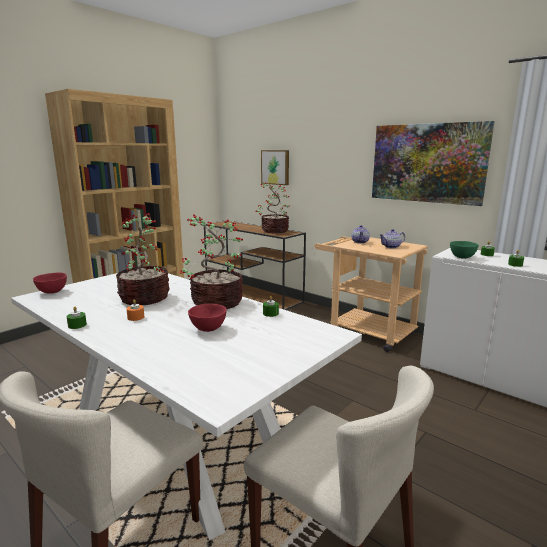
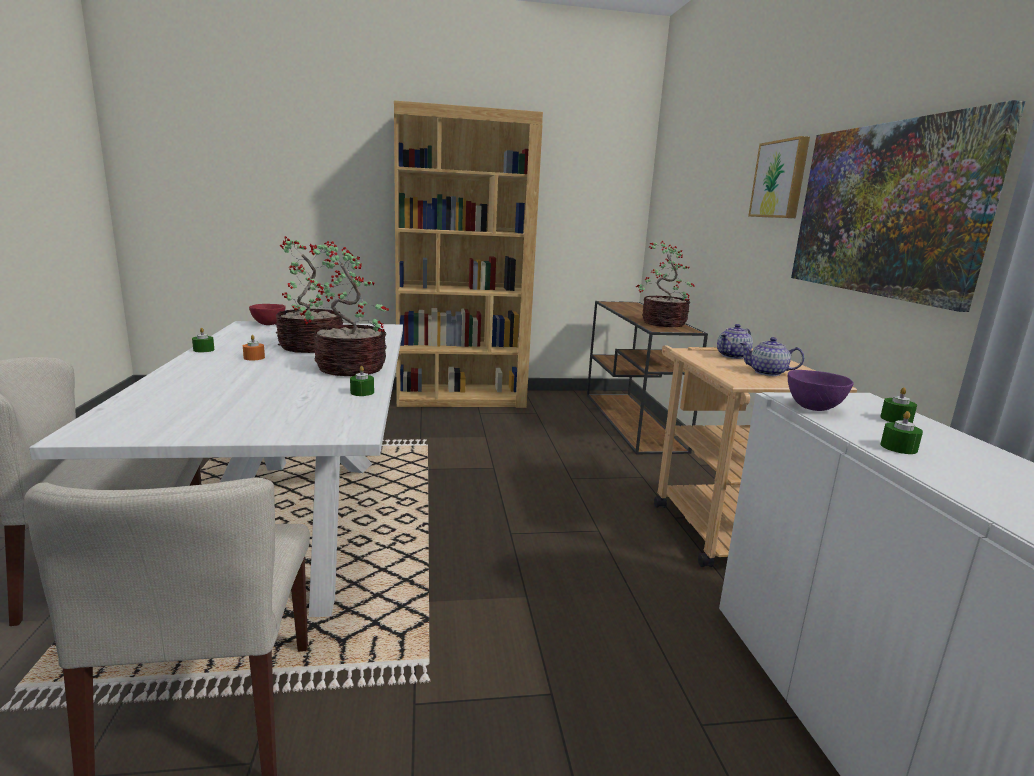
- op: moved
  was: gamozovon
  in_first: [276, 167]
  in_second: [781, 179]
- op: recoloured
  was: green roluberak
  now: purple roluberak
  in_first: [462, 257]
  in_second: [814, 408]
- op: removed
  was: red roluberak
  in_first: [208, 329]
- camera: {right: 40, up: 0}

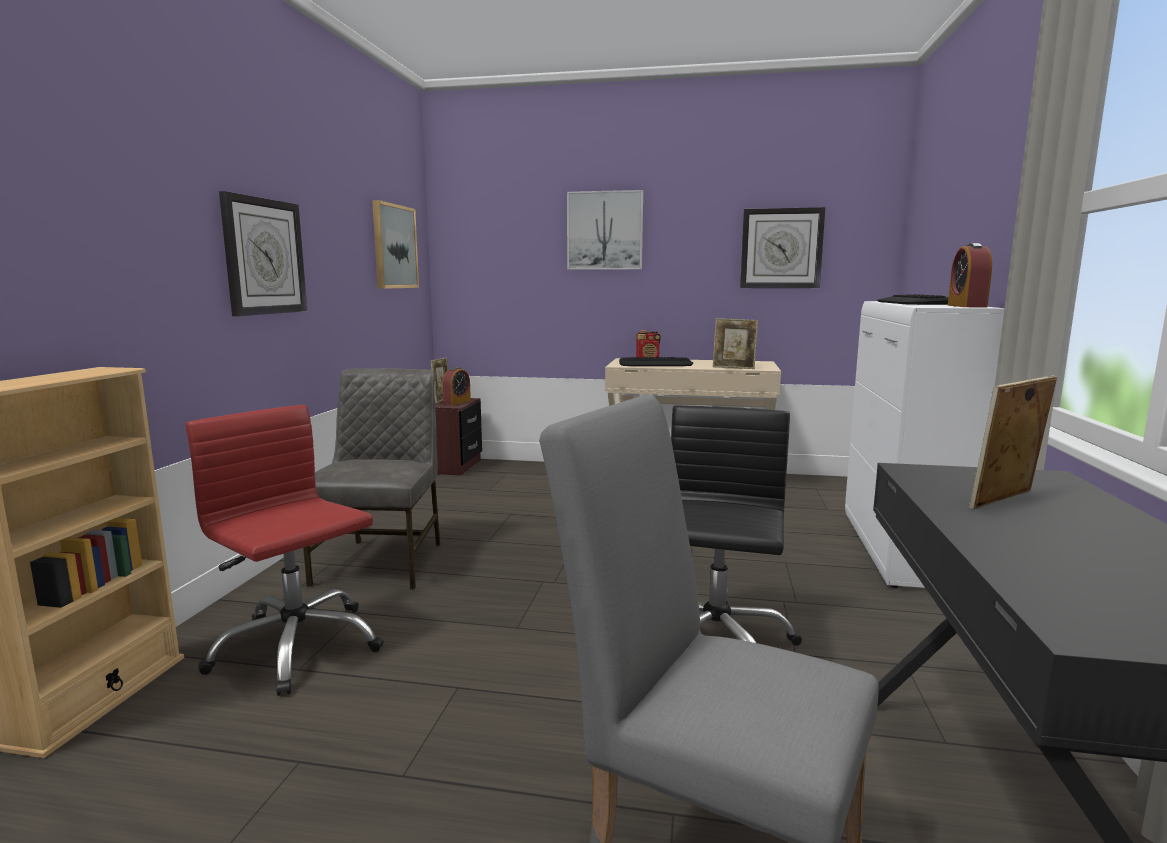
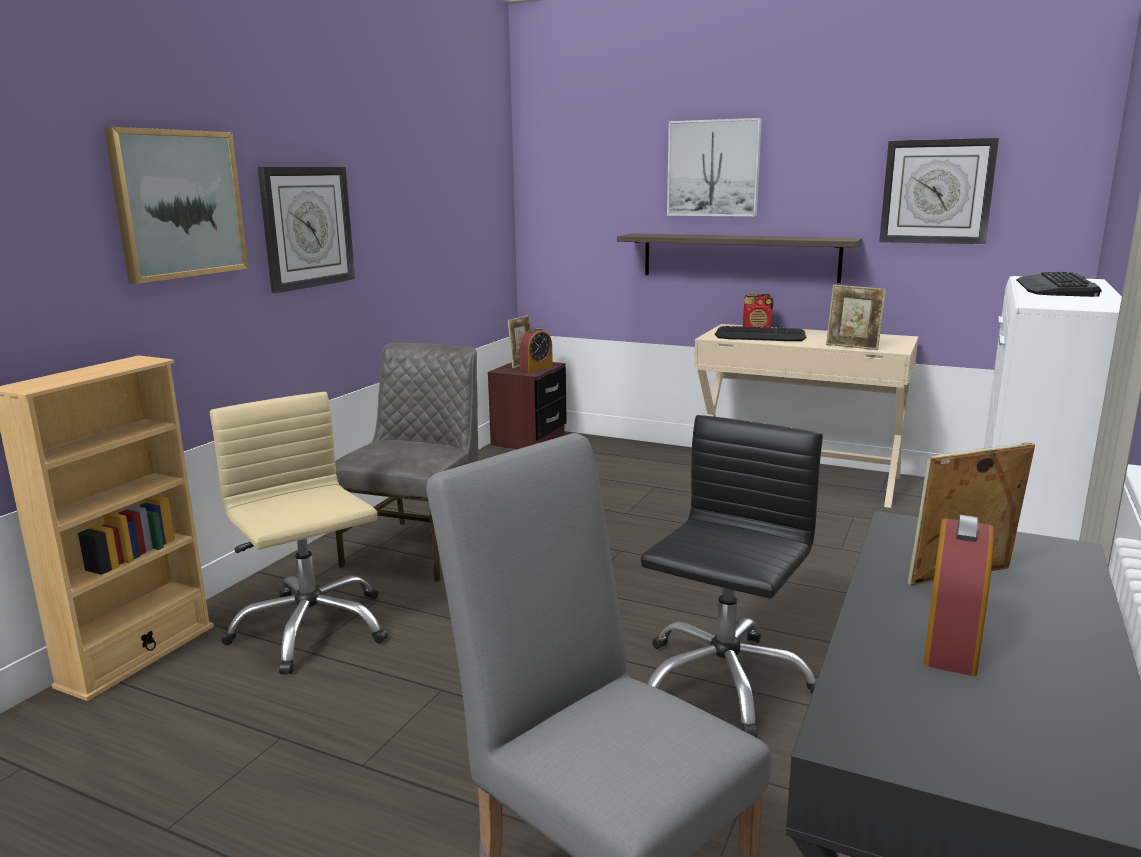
- op: moved
  was: gamozovon
  in_first: [394, 247]
  in_second: [178, 204]
- op: recoloured
  was: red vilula
  now: beige vilula
  in_first: [296, 647]
  in_second: [310, 629]
- op: added
  now: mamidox
  in_second: [739, 257]
- op: moved
  was: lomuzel
  in_first: [966, 306]
  in_second: [951, 643]
- camera: {right: 15, up: 5}

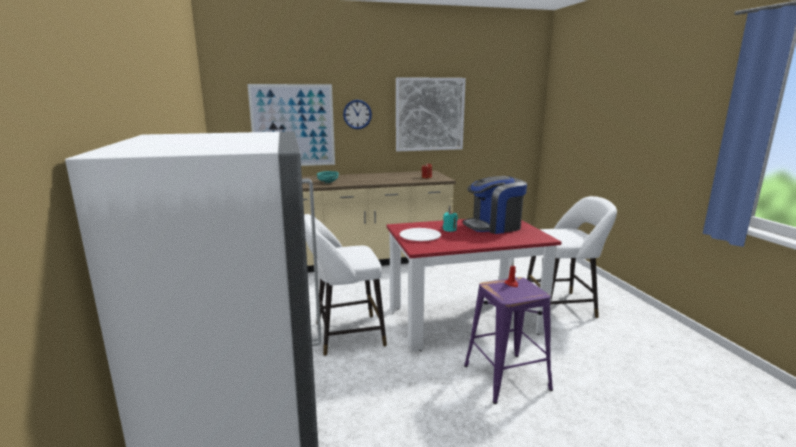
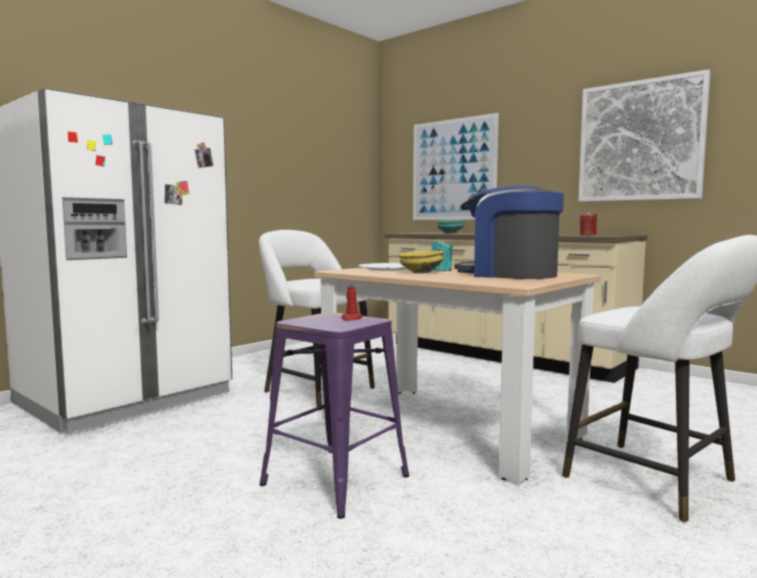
- op: recoloured
  was: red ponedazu
  now: beige ponedazu
  in_first: [464, 320]
  in_second: [449, 427]
- op: added
  now: yellow roluberak
  in_second: [420, 273]
- op: removed
  was: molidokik
  in_first: [357, 114]
- camera: {right: 55, up: -10}

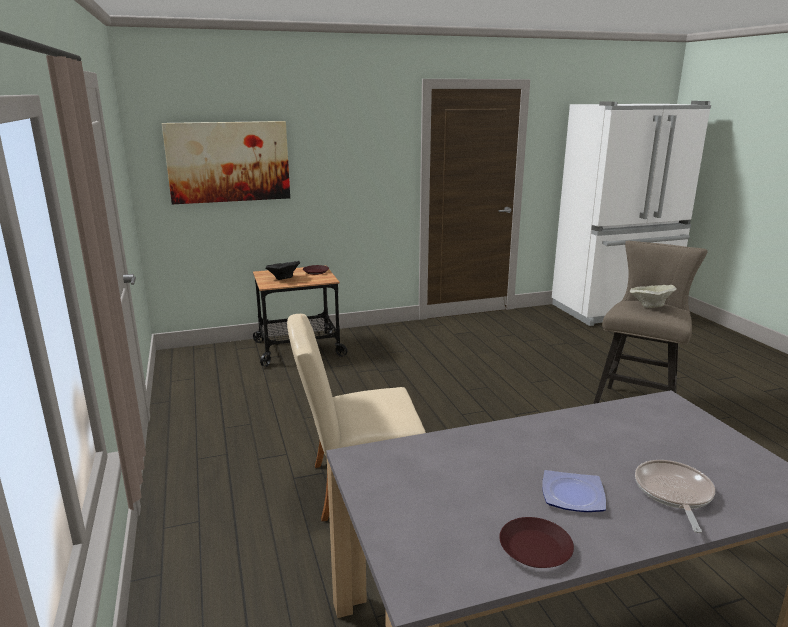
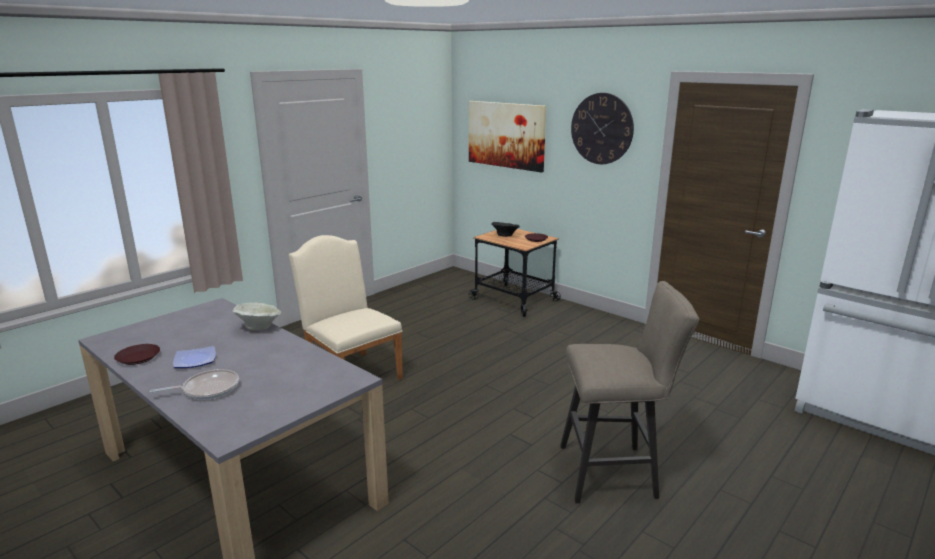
- op: moved
  was: beige roluberak
  in_first: [650, 306]
  in_second: [259, 327]
- op: added
  now: molidokik
  in_second: [601, 129]
- camera: {right: 60, up: 0}

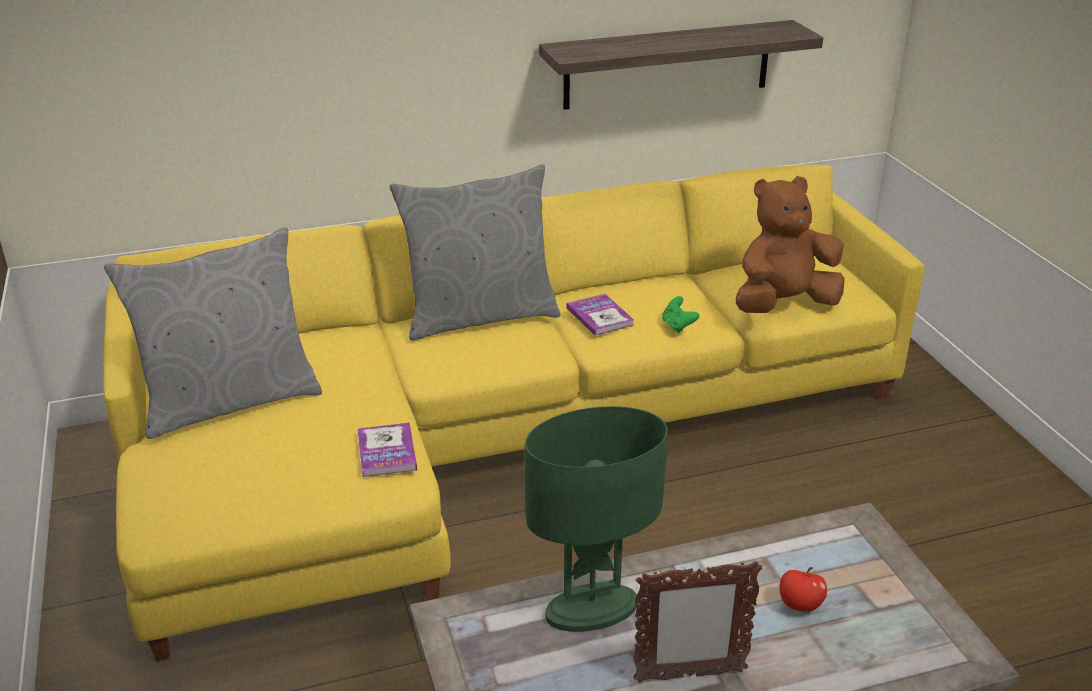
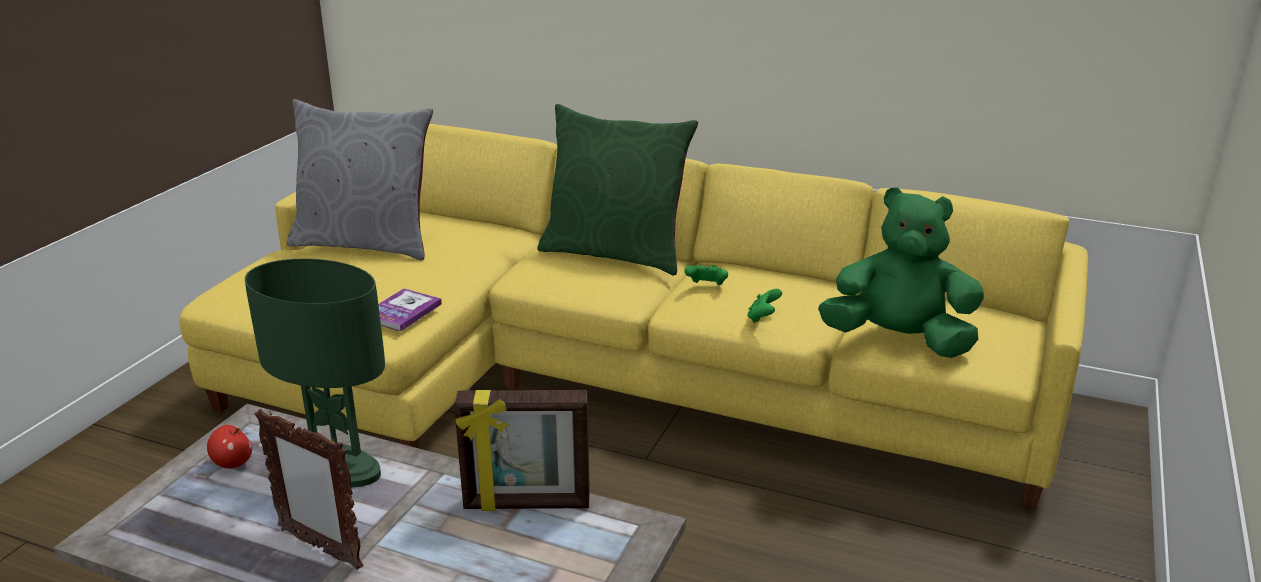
- op: moved
  was: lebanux
  in_first: [799, 605]
  in_second: [233, 463]
- op: added
  now: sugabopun
  in_second: [527, 504]
- op: recoloured
  was: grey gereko
  now: green gereko
  in_first: [479, 316]
  in_second: [615, 253]
- op: replaced
  was: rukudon
  now: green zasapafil
  in_first: [600, 316]
  in_second: [706, 286]
- op: recoloured
  was: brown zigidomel
  now: green zigidomel
  in_first: [783, 305]
  in_second: [898, 340]
- op: removed
  was: mamidox
  in_first: [667, 64]
- camera: {right: 40, up: -5}

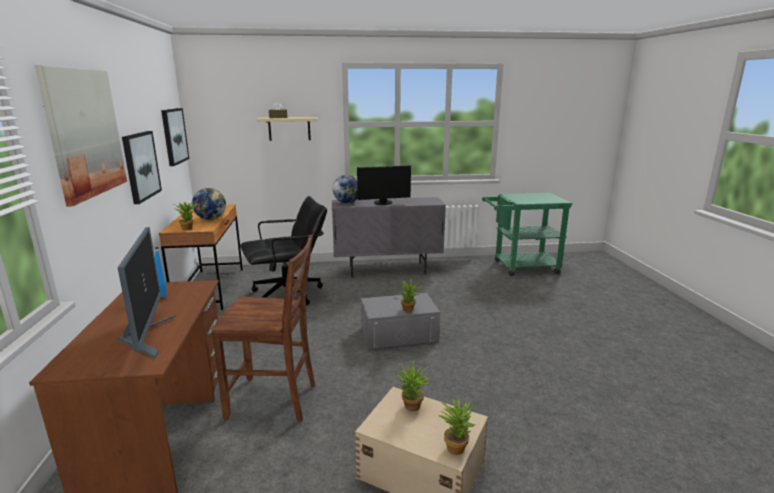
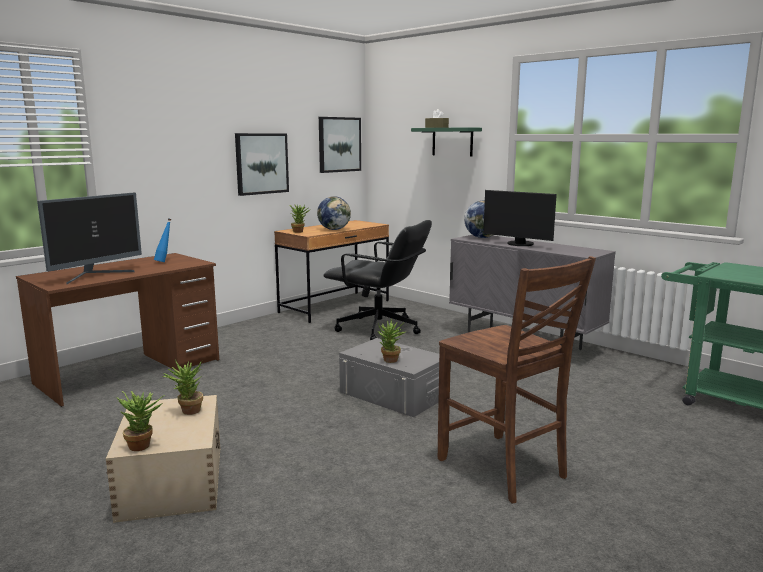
- op: recoloured
  was: beige mamidox
  now: green mamidox
  in_first: [289, 128]
  in_second: [452, 141]
- op: moved
  was: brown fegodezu
  in_first: [274, 400]
  in_second: [503, 469]
- op: removed
  was: gamozovon
  in_first: [84, 132]
- camera: {right: 50, up: -5}

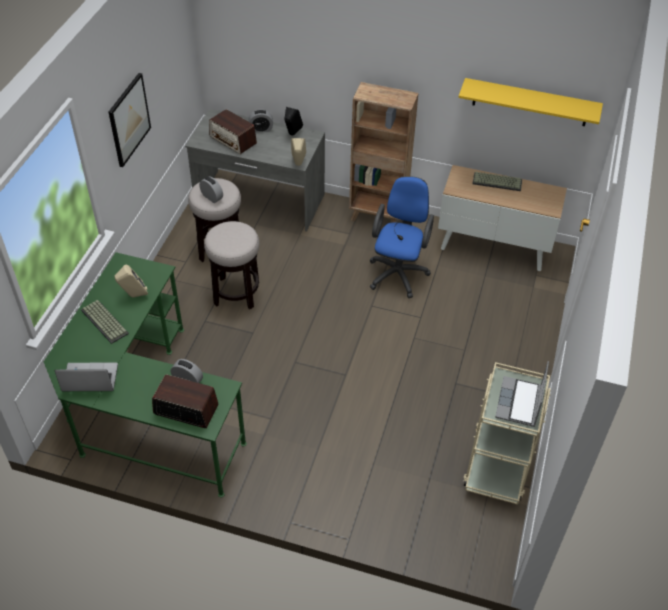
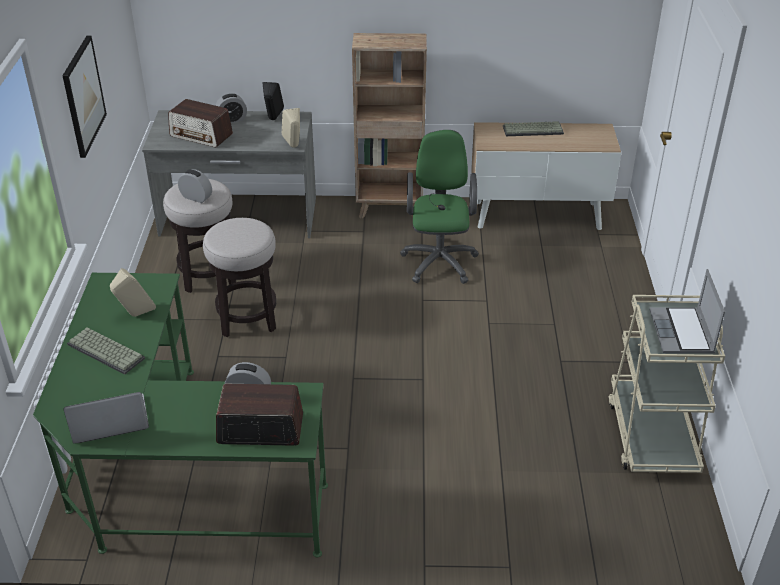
- op: recoloured
  was: blue vilula
  now: green vilula
  in_first: [398, 272]
  in_second: [439, 259]
- op: removed
  was: yellow mamidox
  in_first: [530, 102]
- camera: {right: -15, up: -10}

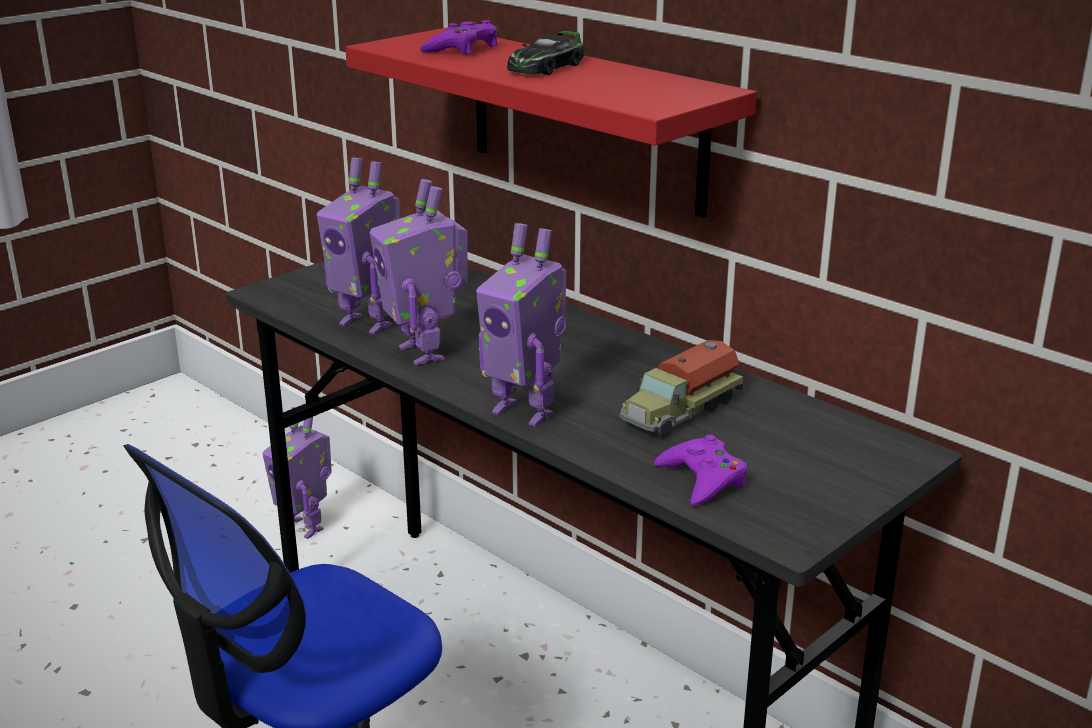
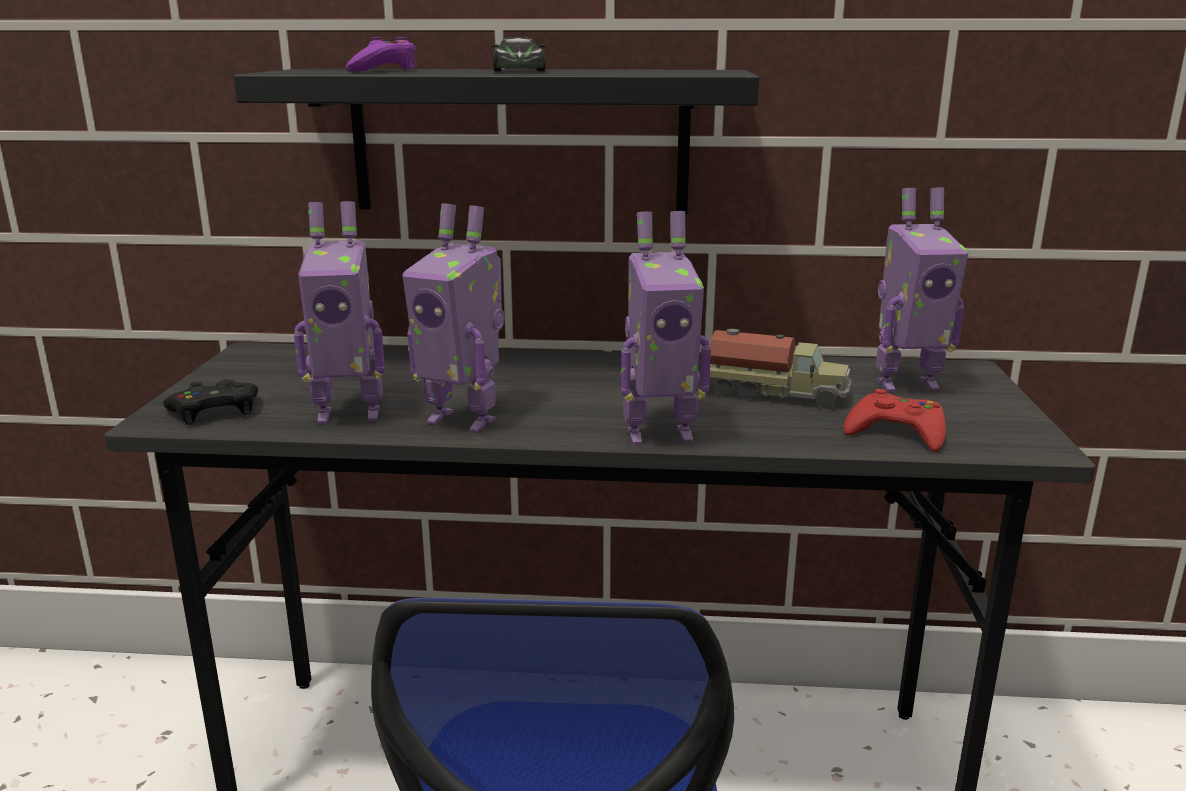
- op: added
  now: black zasapafil
  in_second: [215, 411]
- op: recoloured
  was: red mamidox
  now: black mamidox
  in_first: [585, 119]
  in_second: [520, 141]
- op: turned
  was: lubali
  in_first: [679, 412]
  in_second: [775, 394]
  clockwise: -75
- op: recoloured
  was: purple zasapafil
  now: red zasapafil
  in_first: [702, 479]
  in_second: [897, 432]
- op: moved
  was: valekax
  in_first: [305, 527]
  in_second: [905, 383]
- camera: {right: -40, up: -5}

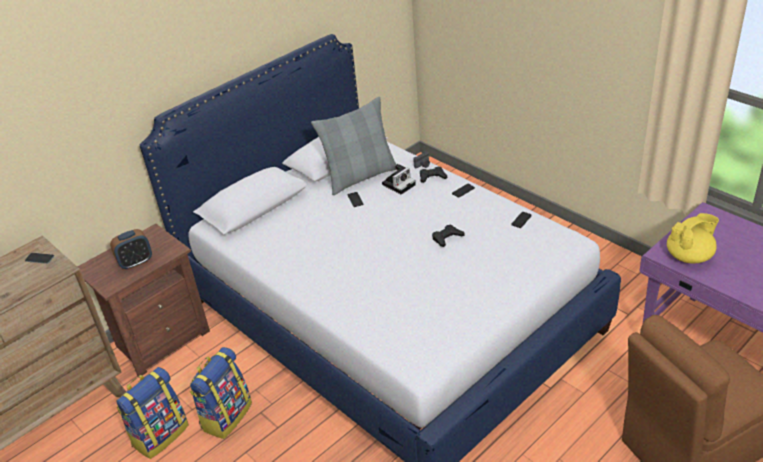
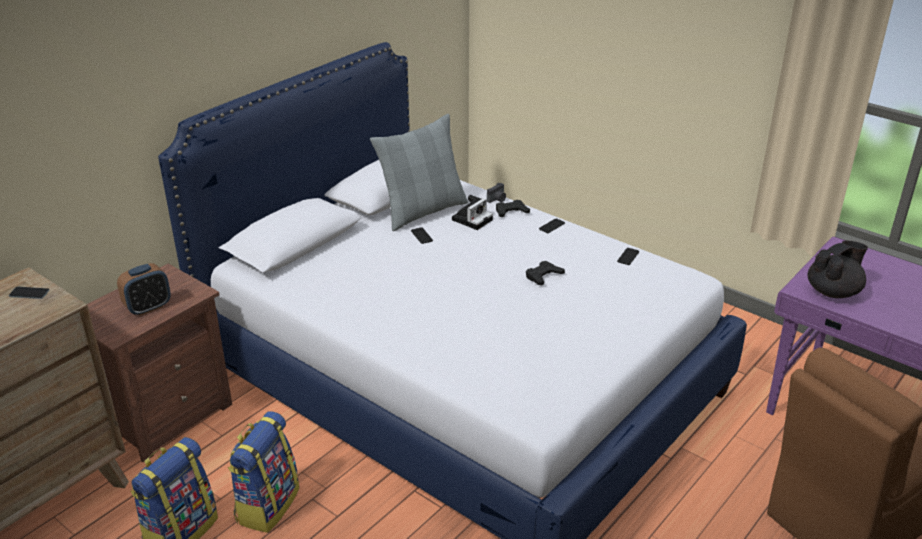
- op: recoloured
  was: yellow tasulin
  now: black tasulin
  in_first: [689, 256]
  in_second: [833, 291]
- camera: {right: -10, up: -5}

